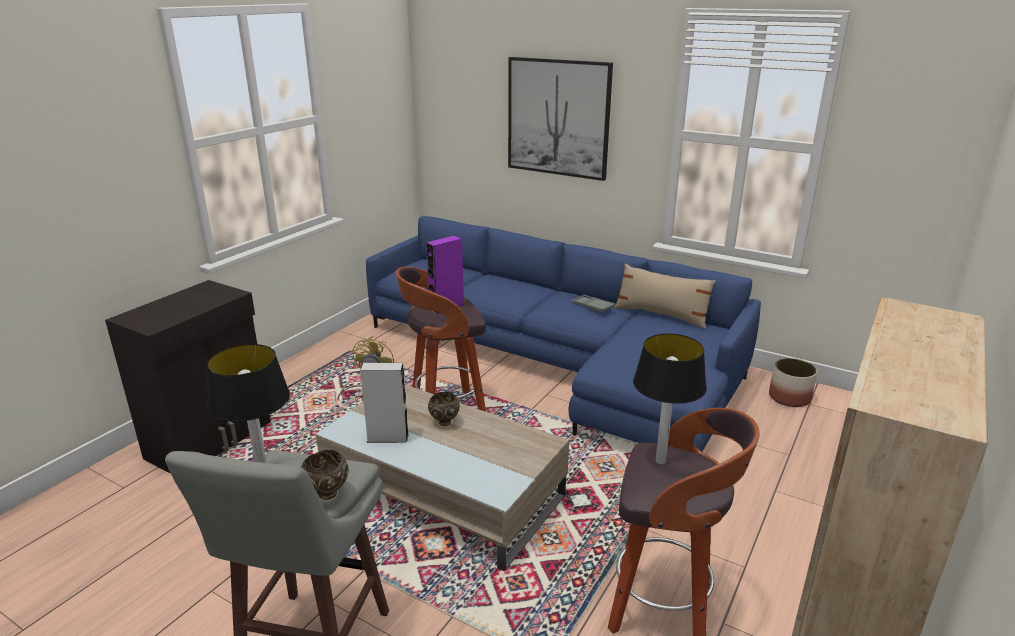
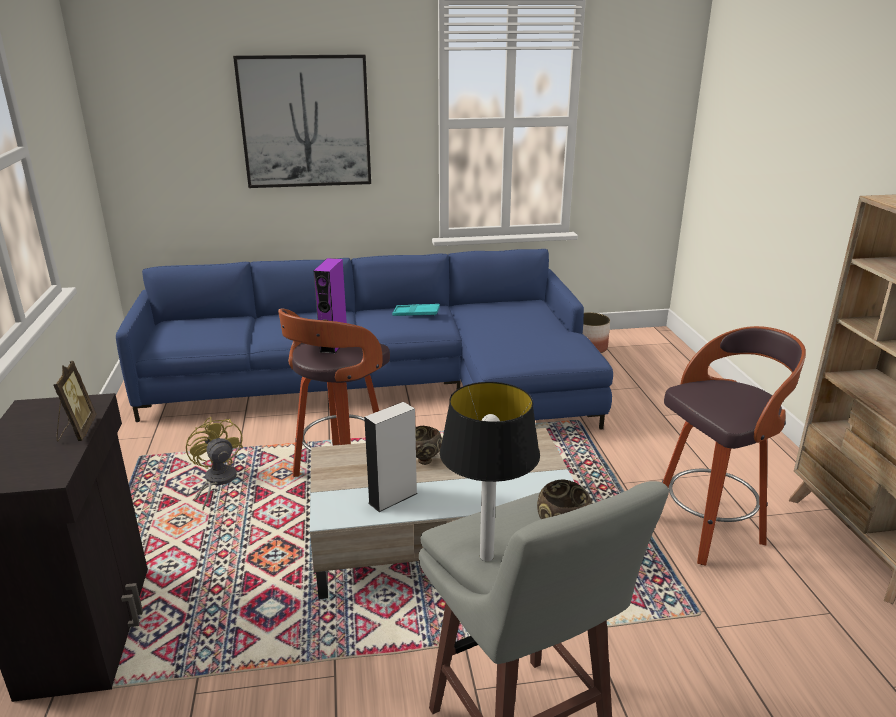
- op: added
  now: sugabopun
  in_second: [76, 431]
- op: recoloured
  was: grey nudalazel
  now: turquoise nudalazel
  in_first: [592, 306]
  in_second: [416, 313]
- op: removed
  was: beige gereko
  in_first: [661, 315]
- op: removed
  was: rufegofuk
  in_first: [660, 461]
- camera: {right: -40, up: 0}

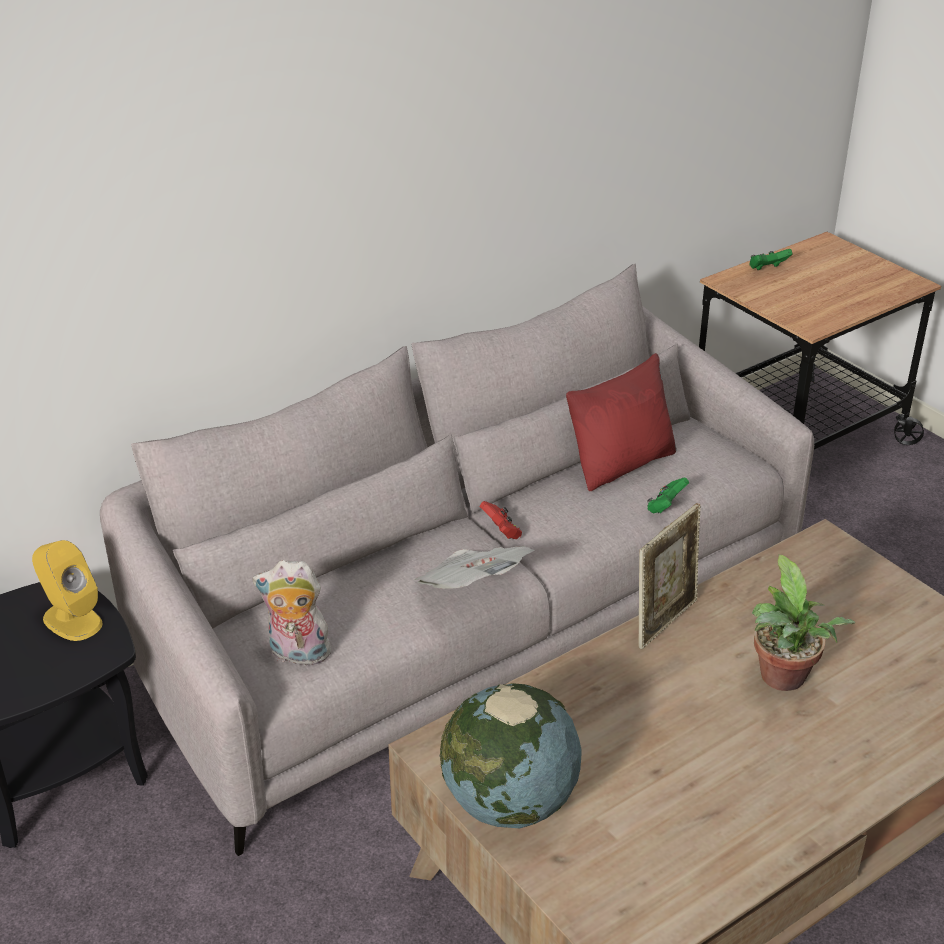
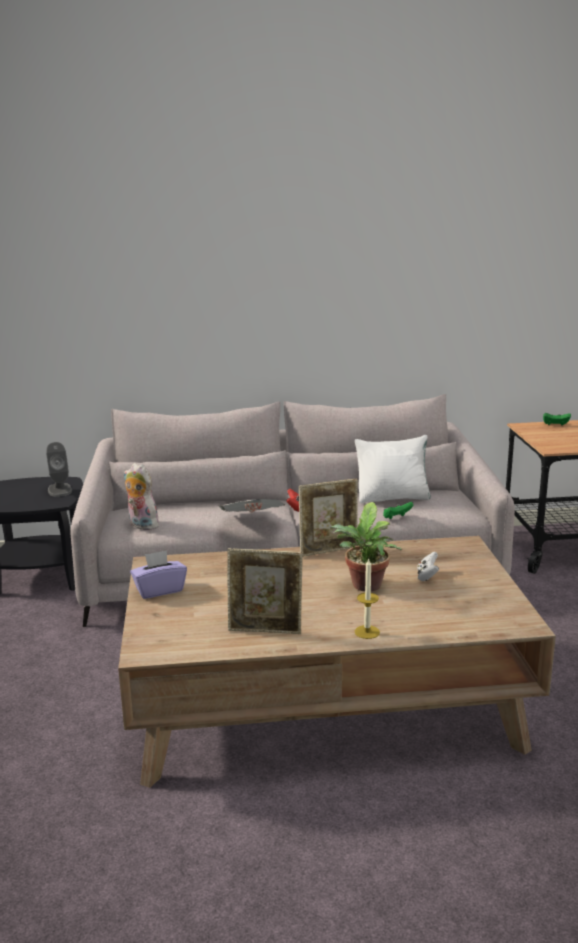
- op: recoloured
  was: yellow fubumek
  now: grey fubumek
  in_first: [72, 620]
  in_second: [60, 490]
- op: replaced
  was: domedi
  now: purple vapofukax
  in_first: [509, 803]
  in_second: [159, 590]
- op: added
  now: sugabopun
  in_second: [265, 630]
- op: recoloured
  was: red gereko
  now: white gereko
  in_first: [622, 464]
  in_second: [393, 497]
- op: added
  now: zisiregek
  in_second: [367, 632]
- op: added
  now: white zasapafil
  in_second: [427, 576]
- camera: {right: 30, up: -15}

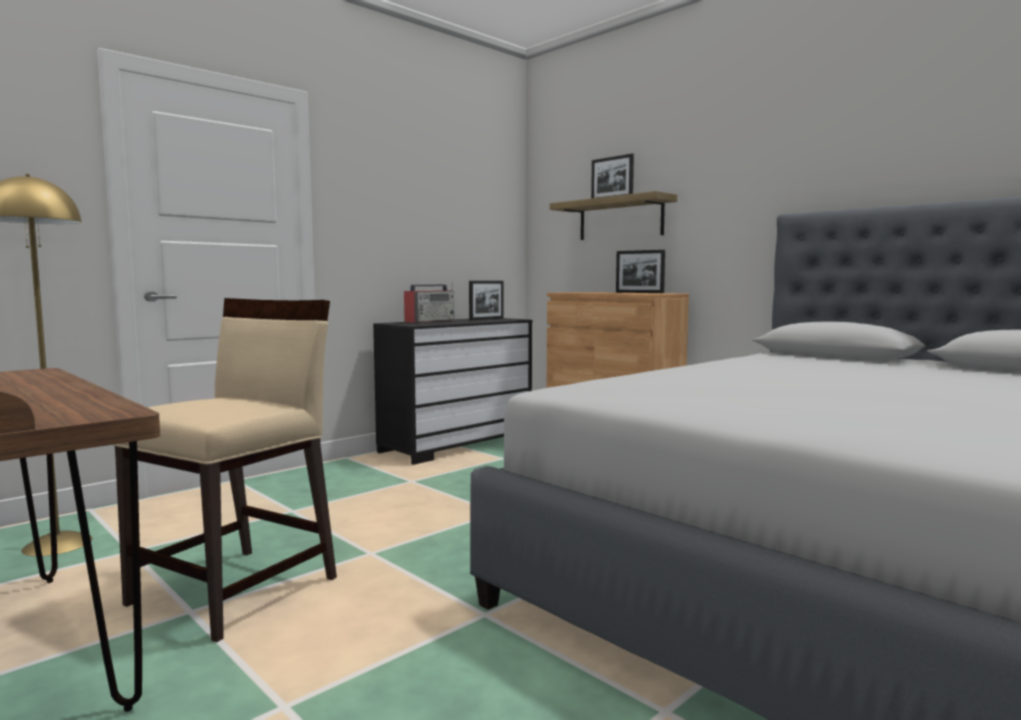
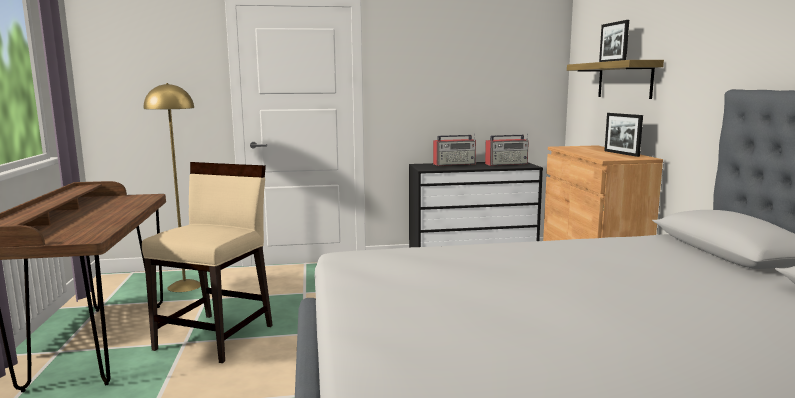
- op: turned
  was: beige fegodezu
  in_first: [237, 590]
  in_second: [216, 336]
  clockwise: -45
- op: replaced
  was: sugabopun
  now: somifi
  in_first: [486, 319]
  in_second: [507, 164]
- camera: {right: 35, up: 5}

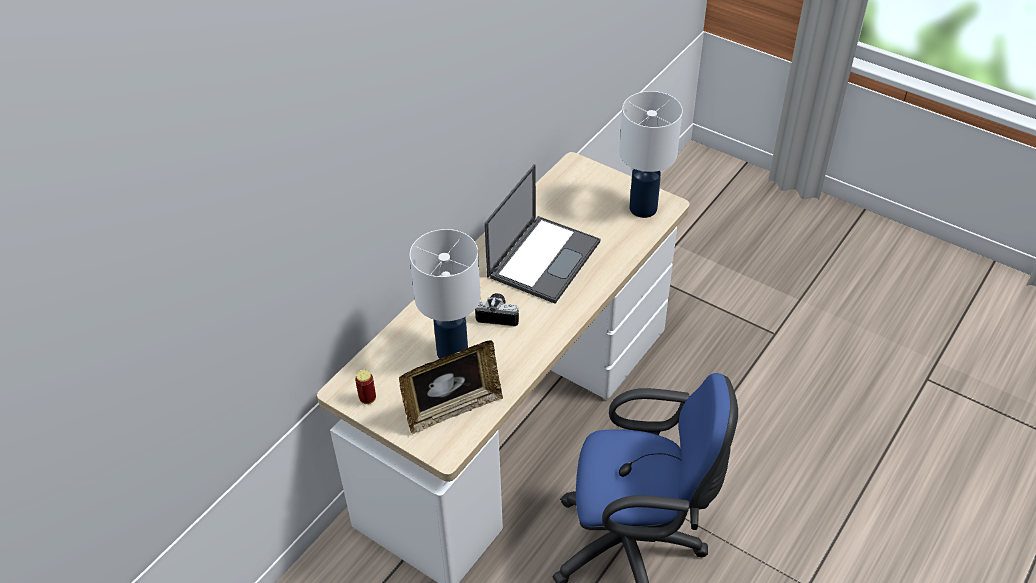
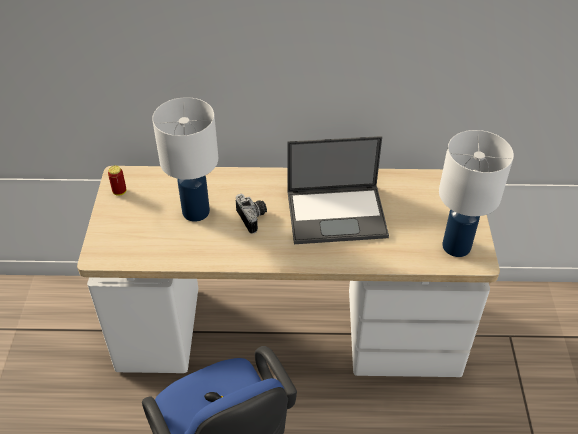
- op: removed
  was: sugabopun
  in_first: [452, 409]
- camera: {right: 55, up: 0}

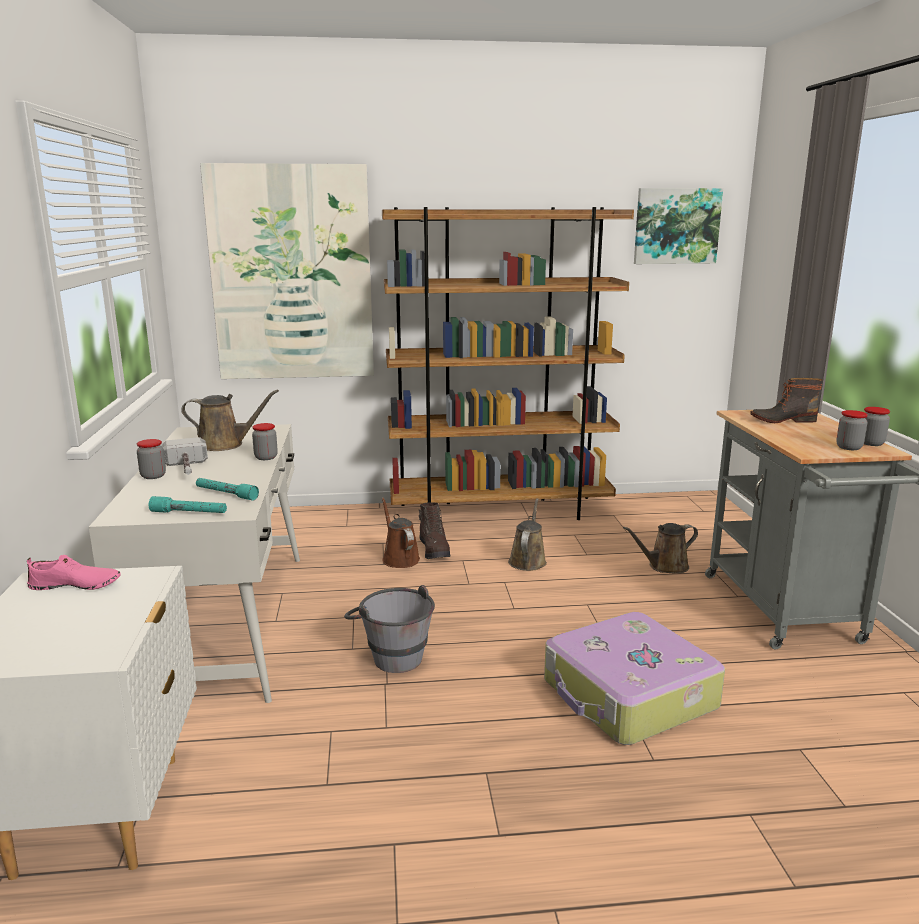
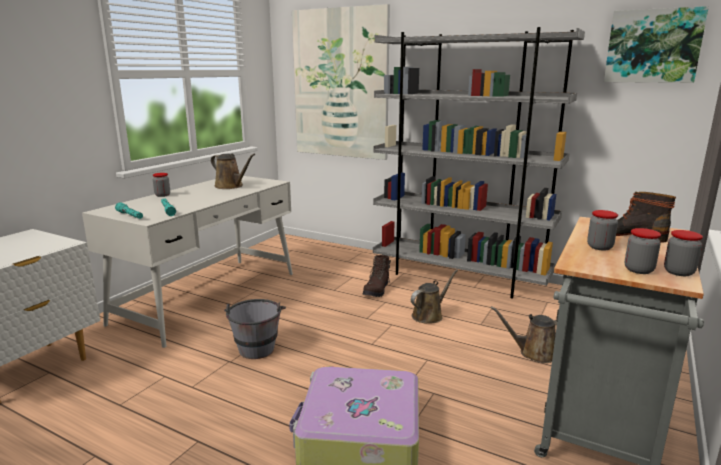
- op: recoloured
  was: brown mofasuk
  now: grey mofasuk
  in_first: [500, 511]
  in_second: [459, 277]
- op: moved
  was: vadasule
  in_first: [266, 457]
  in_second: [599, 247]
- op: removed
  was: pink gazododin
  in_first: [75, 585]
- op: removed
  was: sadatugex
  in_first: [187, 469]
- op: removed
  was: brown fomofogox
  in_first: [399, 558]
- camera: {right: 35, up: 0}

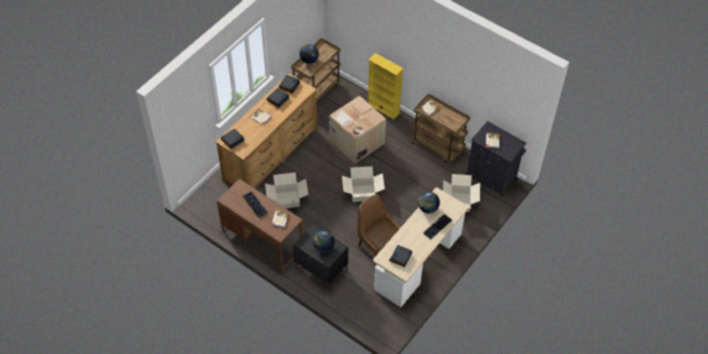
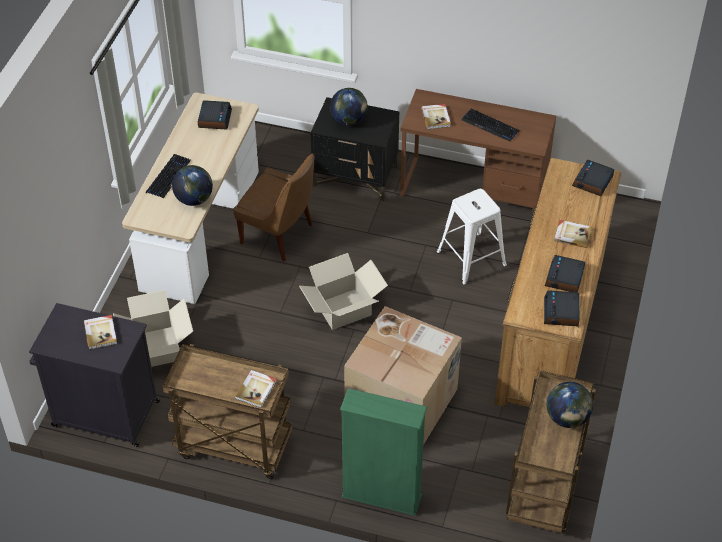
- op: recoloured
  was: yellow mofasuk
  now: green mofasuk
  in_first: [383, 108]
  in_second: [381, 496]
- op: replaced
  was: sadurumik
  now: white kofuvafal
  in_first: [287, 200]
  in_second: [470, 258]
- camera: {right: 160, up: -5}

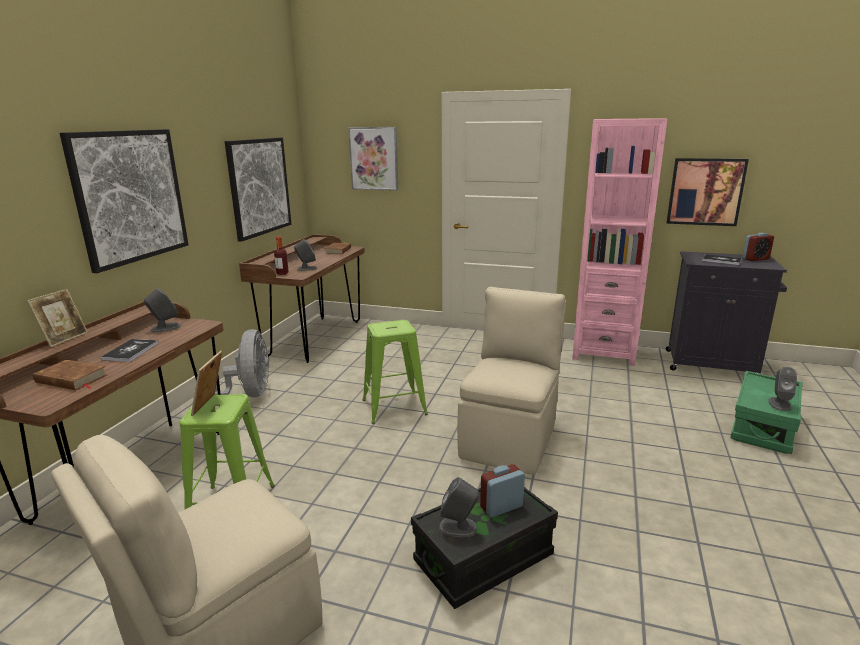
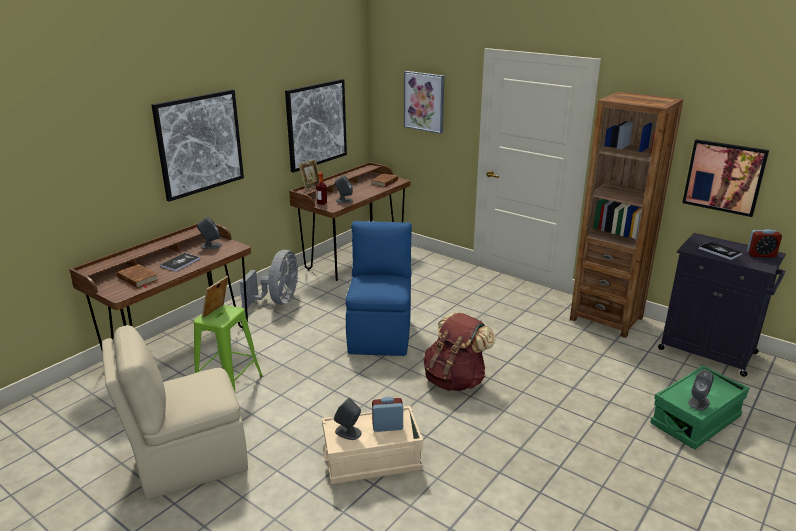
- op: moved
  was: sugabopun
  in_first: [64, 339]
  in_second: [311, 186]
- op: recoloured
  was: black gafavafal
  now: beige gafavafal
  in_first: [483, 559]
  in_second: [372, 460]
- op: replaced
  was: green kofuvafal
  now: blue fegodezu
  in_first: [393, 407]
  in_second: [381, 334]
- op: replaced
  was: beige fegodezu
  now: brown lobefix
  in_first: [510, 439]
  in_second: [455, 380]
- op: recoloured
  was: pink mofasuk
  now: brown mofasuk
  in_first: [603, 352]
  in_second: [606, 318]
- camera: {right: 20, up: 5}

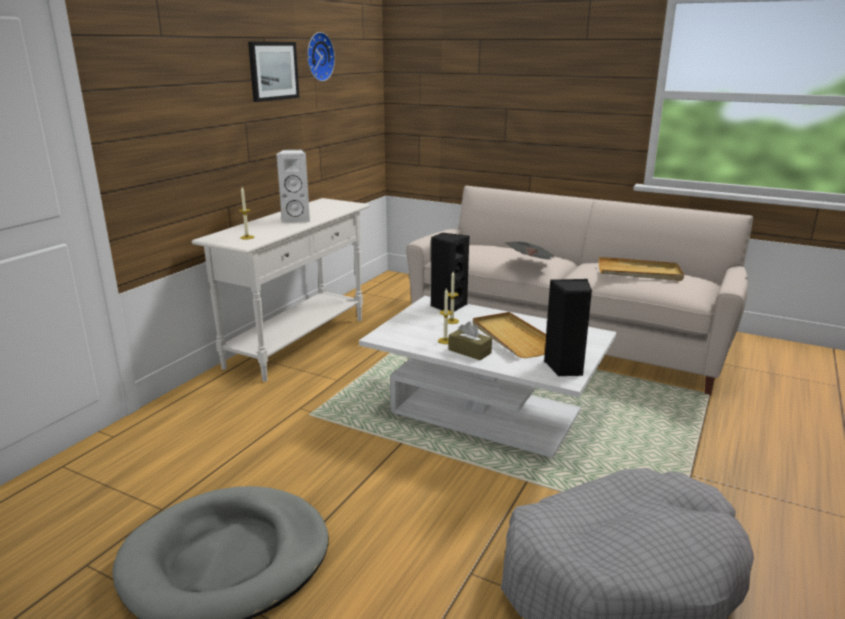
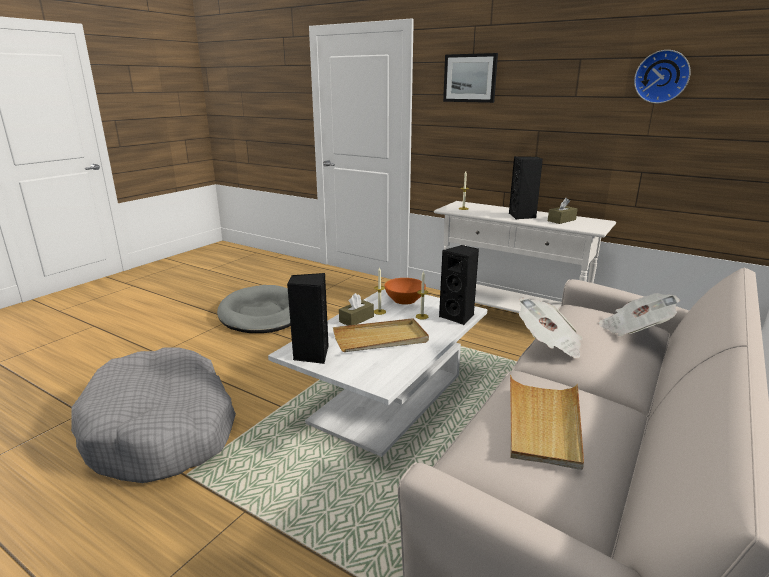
- op: added
  now: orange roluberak
  in_second: [404, 300]
- op: moved
  was: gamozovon
  in_first: [273, 71]
  in_second: [470, 78]
- op: recoloured
  was: white fubumek
  now: black fubumek
  in_first: [296, 219]
  in_second: [522, 216]
- op: added
  now: brown vapofukax
  in_second: [561, 220]
- op: added
  now: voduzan
  in_second: [634, 330]
- camera: {right: 95, up: 0}

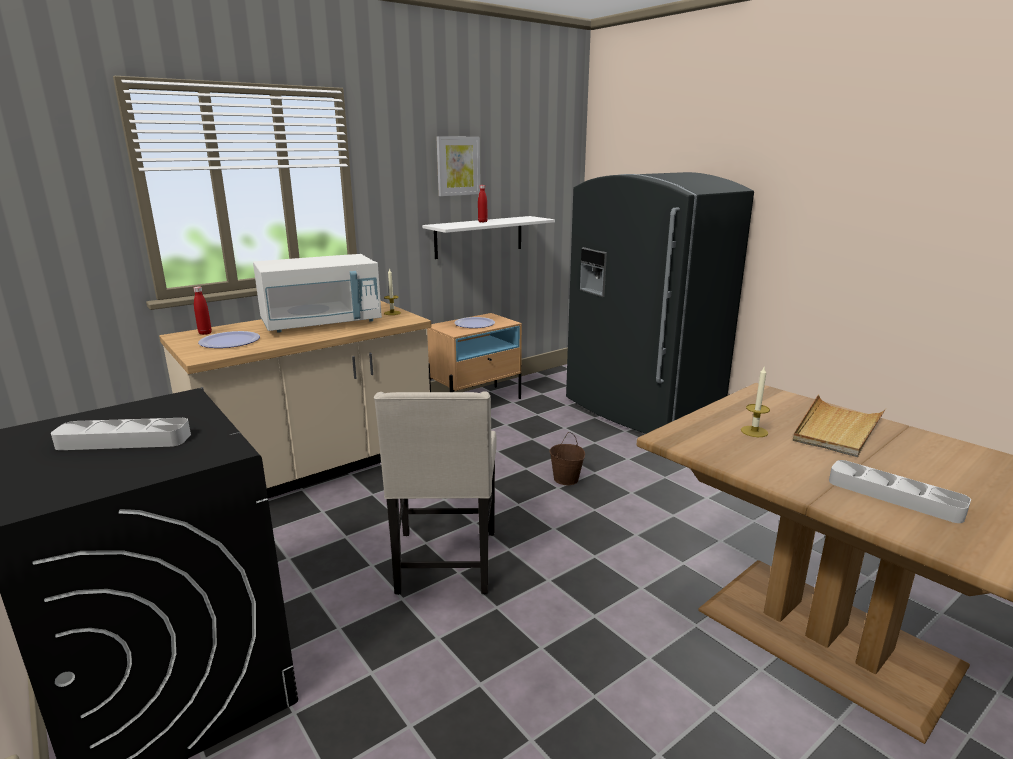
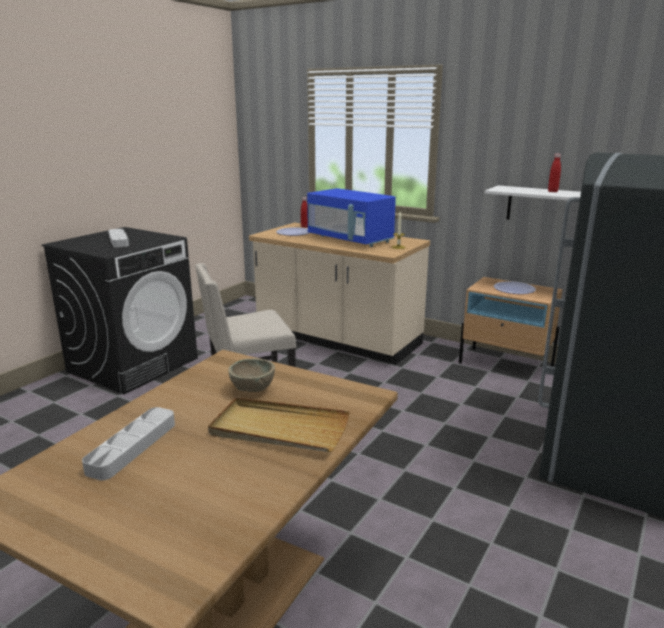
- op: replaced
  was: zisiregek
  now: beige roluberak
  in_first: [754, 431]
  in_second: [253, 389]
- op: recoloured
  was: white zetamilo
  now: blue zetamilo
  in_first: [322, 324]
  in_second: [350, 239]
- op: removed
  was: gamozovon
  in_first: [458, 166]
- op: removed
  was: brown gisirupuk
  in_first: [566, 479]
- camera: {right: 70, up: 0}

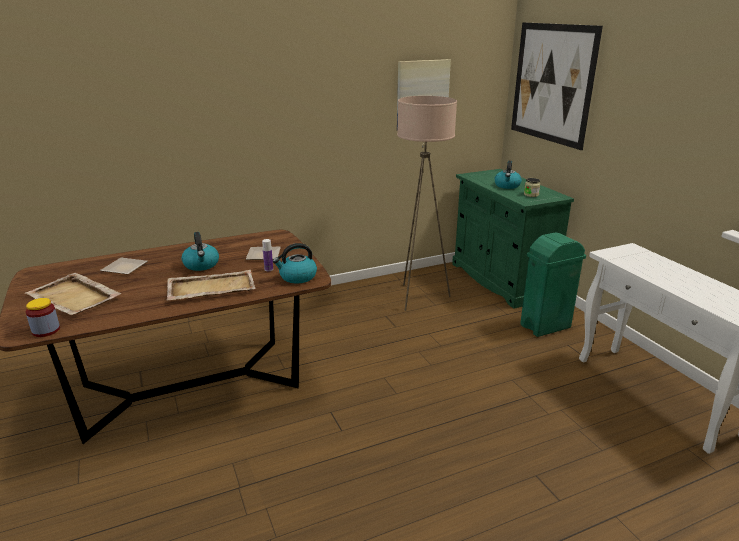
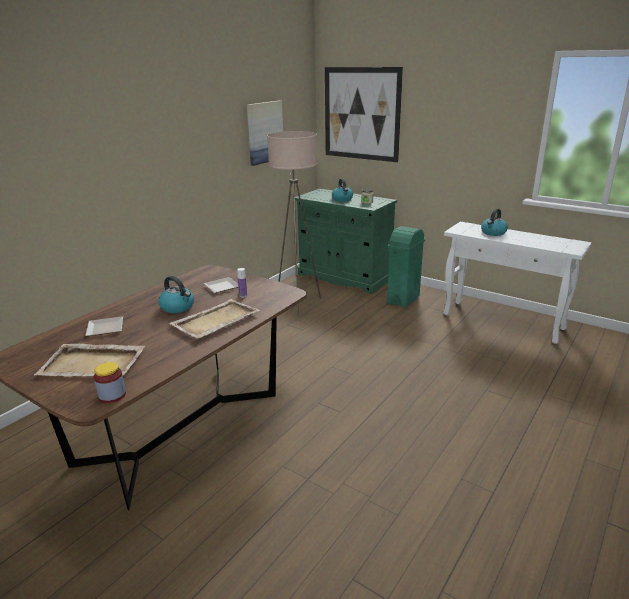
- op: moved
  was: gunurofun
  in_first: [297, 277]
  in_second: [493, 233]
- camera: {right: -30, up: 0}

